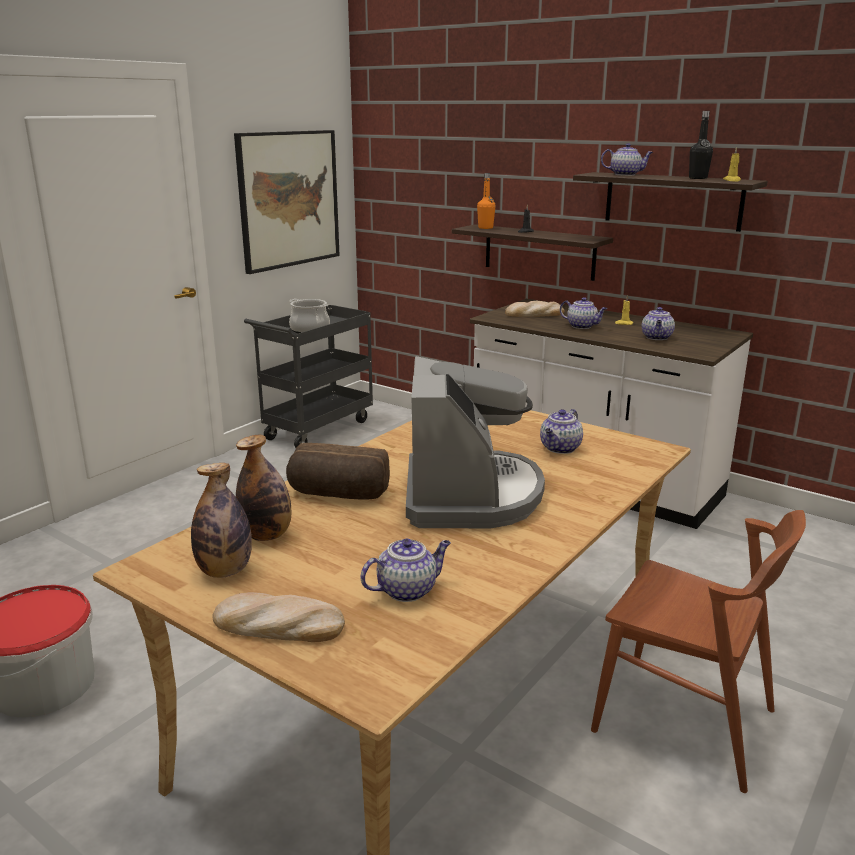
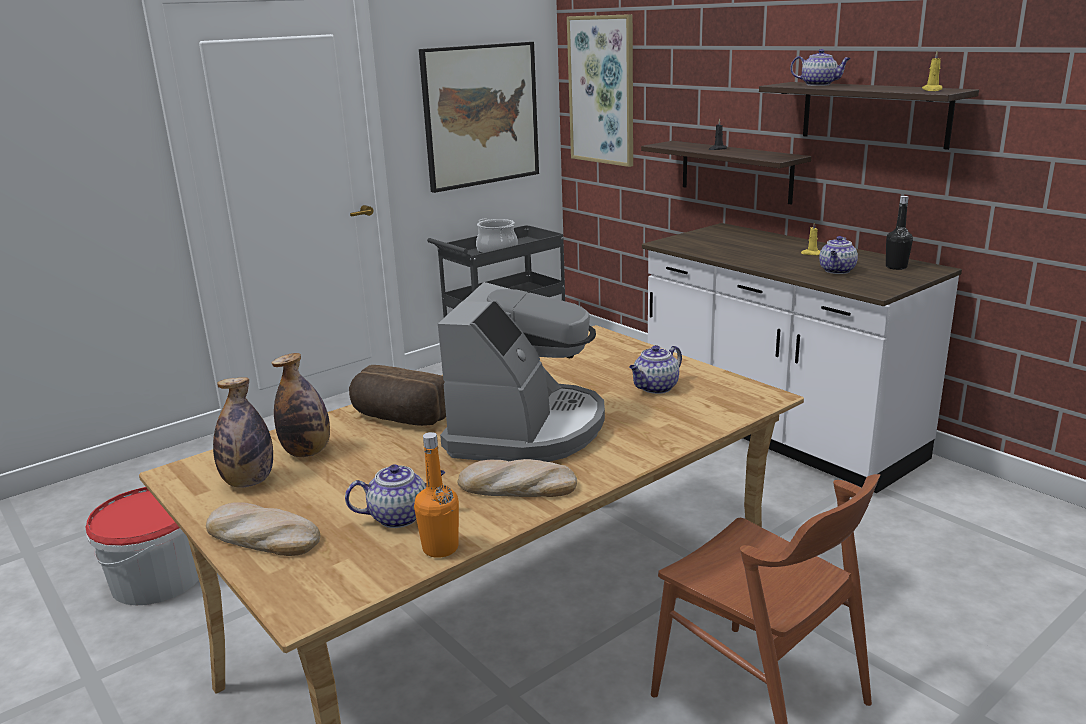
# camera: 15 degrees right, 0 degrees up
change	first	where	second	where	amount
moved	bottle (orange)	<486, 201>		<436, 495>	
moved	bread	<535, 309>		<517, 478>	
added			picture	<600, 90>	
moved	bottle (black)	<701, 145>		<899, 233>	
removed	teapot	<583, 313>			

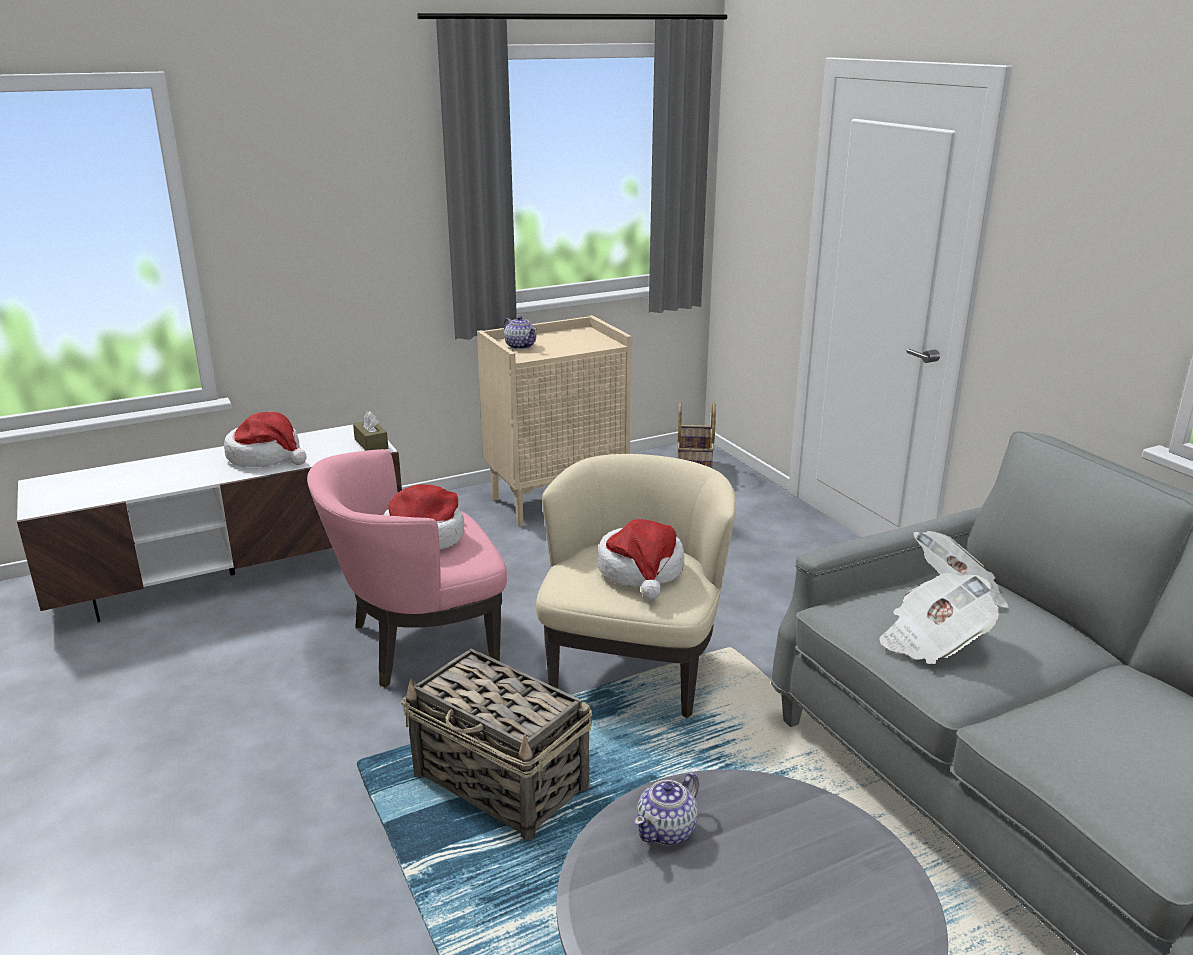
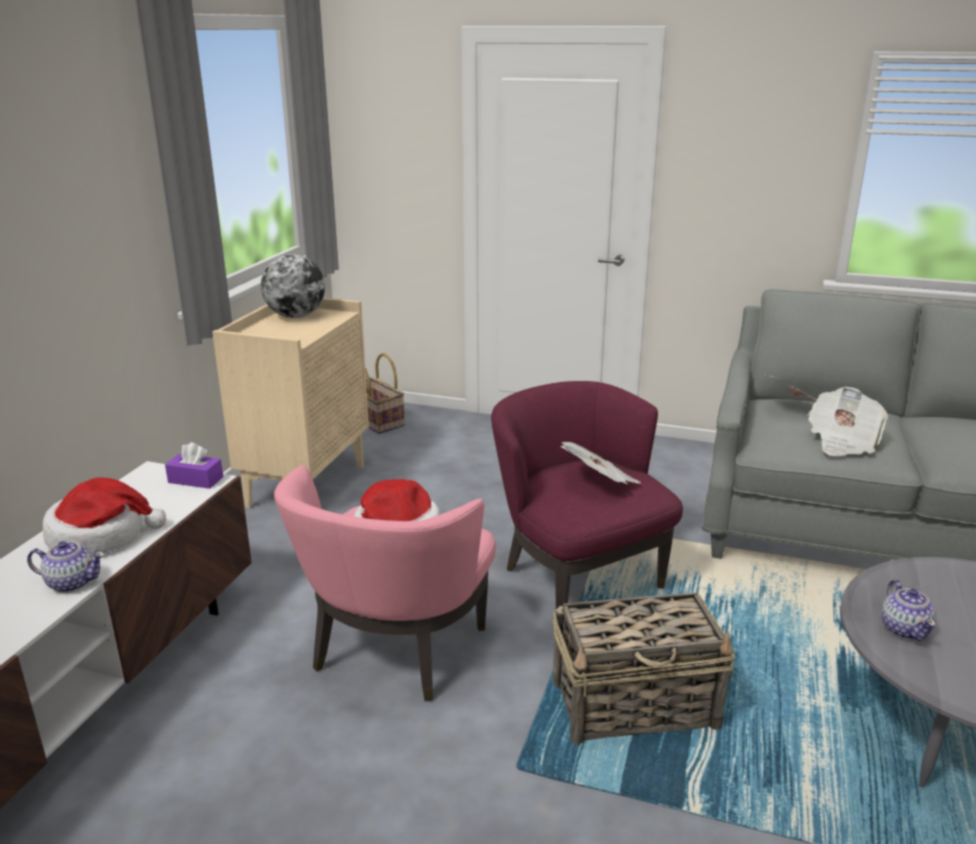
# camera: 45 degrees left, 0 degrees up
change	first	where	second	where	amount
moved	teapot	<520, 333>		<66, 566>	
recoloured	tissue box (brown)	<370, 431>	tissue box (purple)	<194, 465>	
added			globe	<293, 286>	
recoloured	armchair (beige)	<636, 586>	armchair (purple)	<587, 495>	
replaced	hat	<641, 559>	newspaper	<600, 463>	

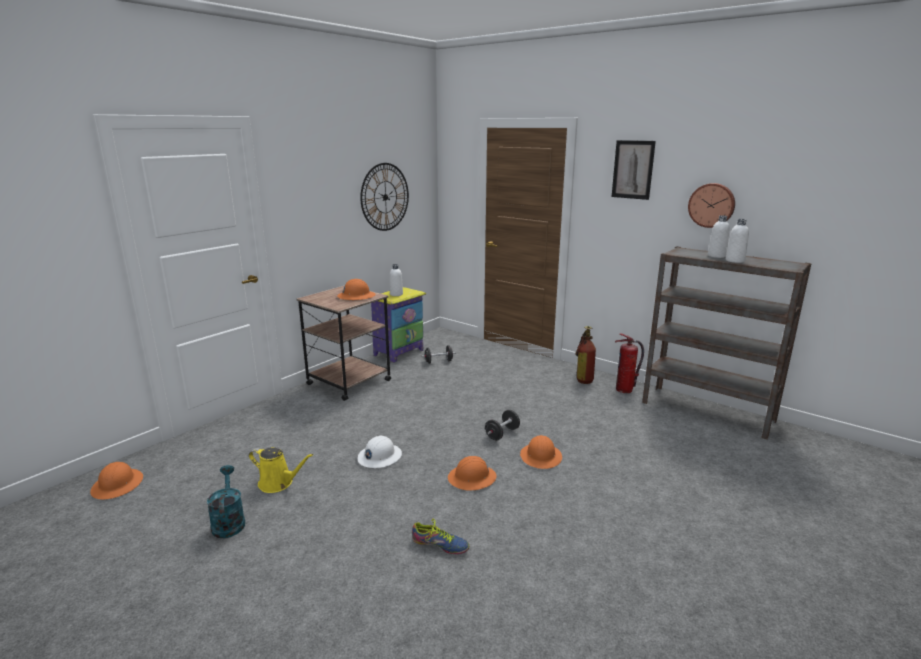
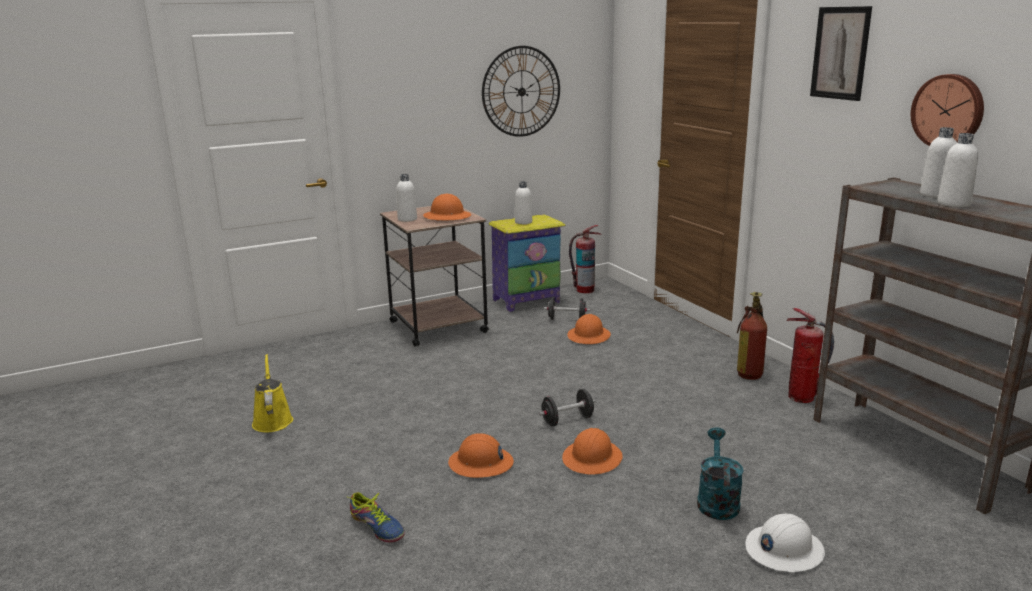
# camera: 25 degrees right, 0 degrees up
change	first	where	second	where	amount
turned	watering can (yellow)	<281, 470>		<272, 393>	150 degrees counterclockwise
added			bottle (white)	<406, 198>	
moved	hard hat (orange)	<116, 480>		<589, 329>	
added			fire extinguisher	<585, 259>	
moved	watering can (turquoise)	<226, 501>		<720, 474>	
moved	hard hat (white)	<380, 452>		<785, 543>	

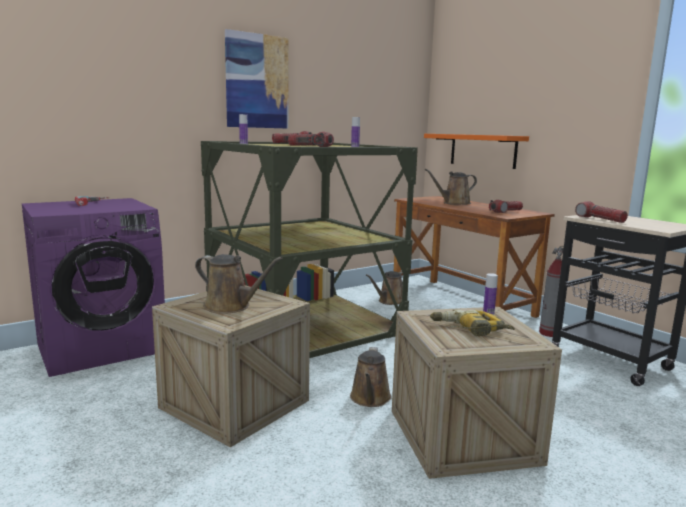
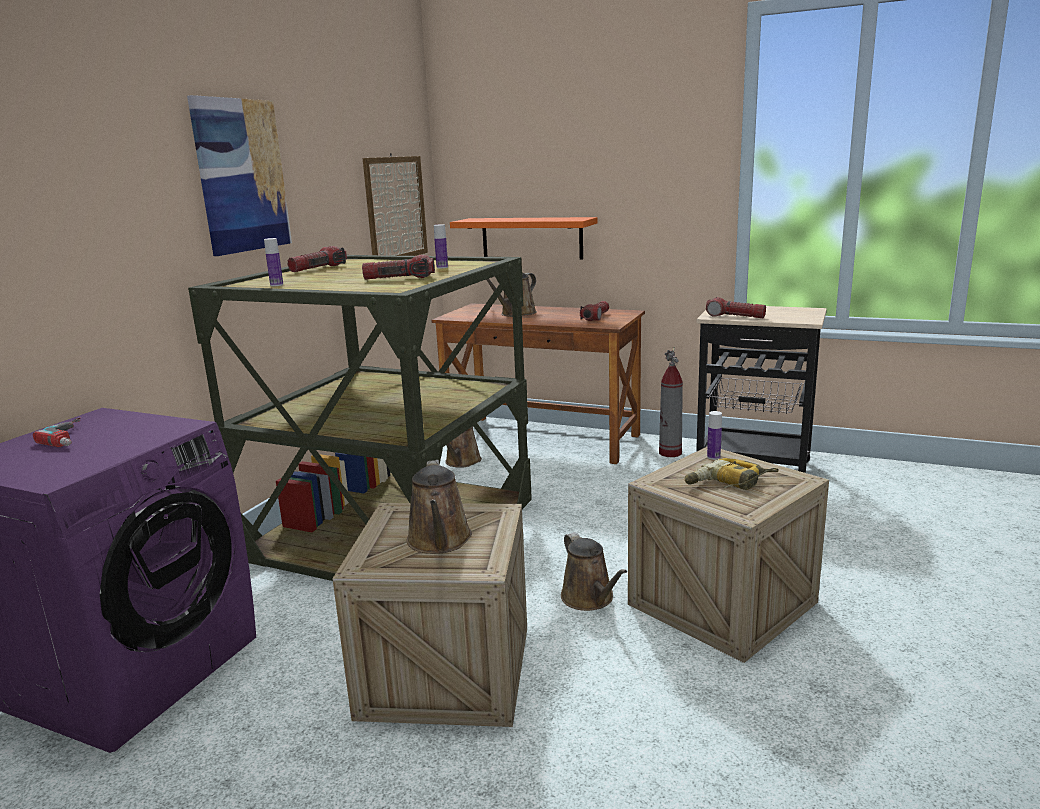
# camera: 30 degrees left, 5 degrees up
change	first	where	second	where	amount
added			picture	<395, 204>	
turned	watering can (brown)	<239, 284>		<439, 507>	90 degrees clockwise

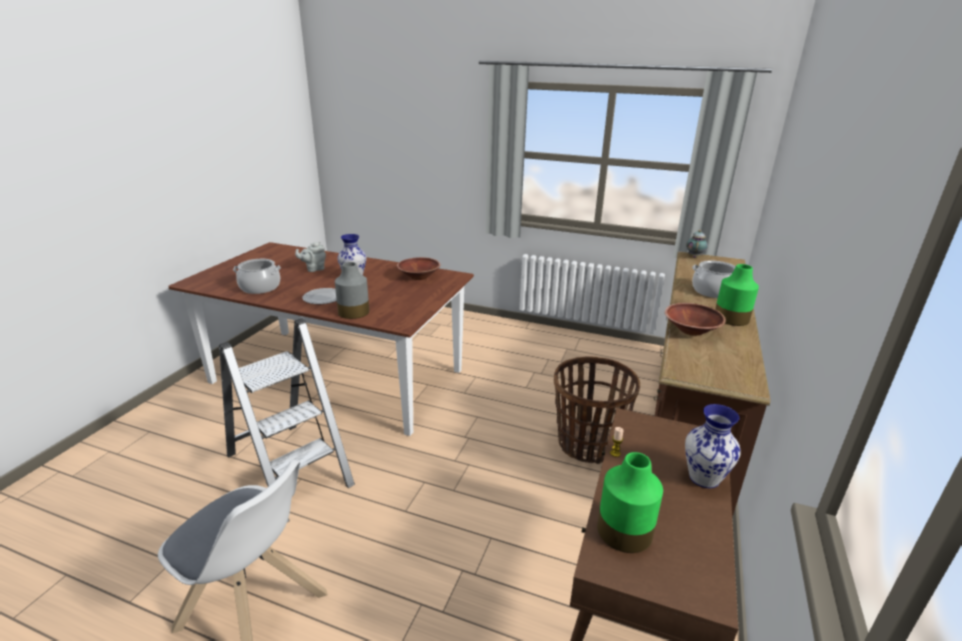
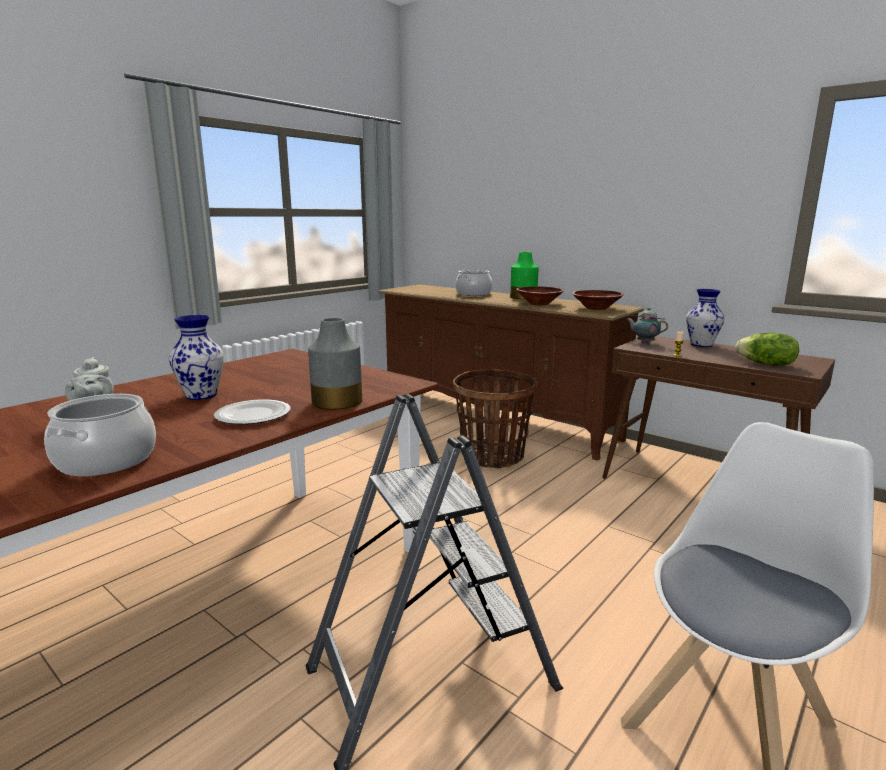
# camera: 70 degrees left, 10 degrees down
change	first	where	second	where	amount
moved	bowl (brown)	<419, 268>		<598, 300>	
moved	teapot	<696, 244>		<647, 325>	
replaced	vase (green)	<630, 502>	lettuce	<767, 349>	

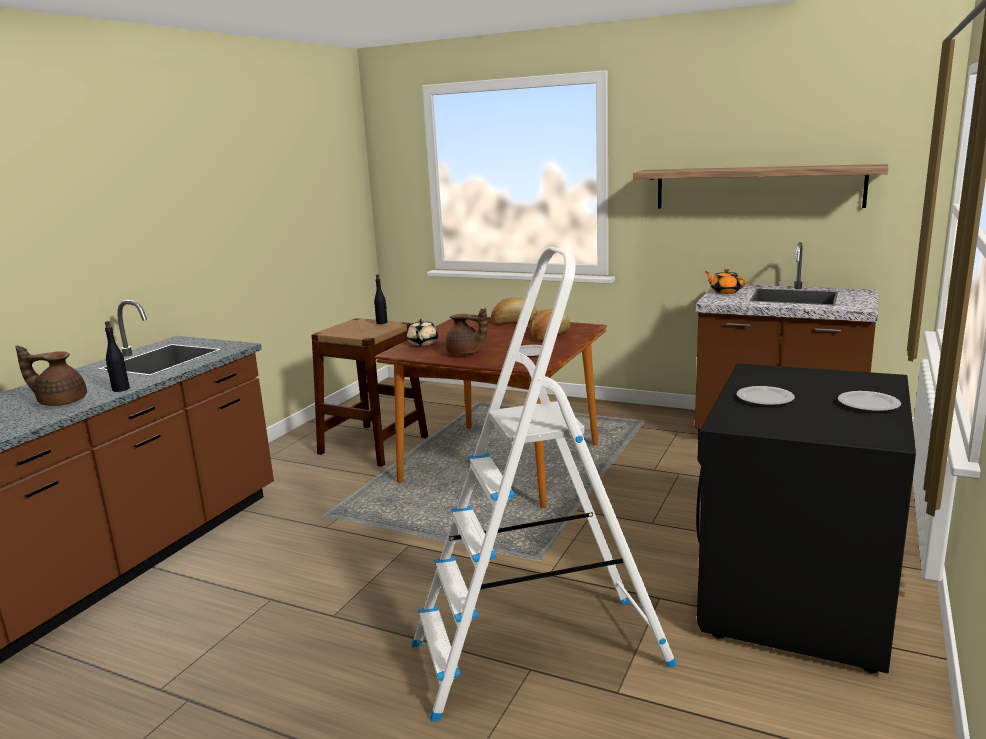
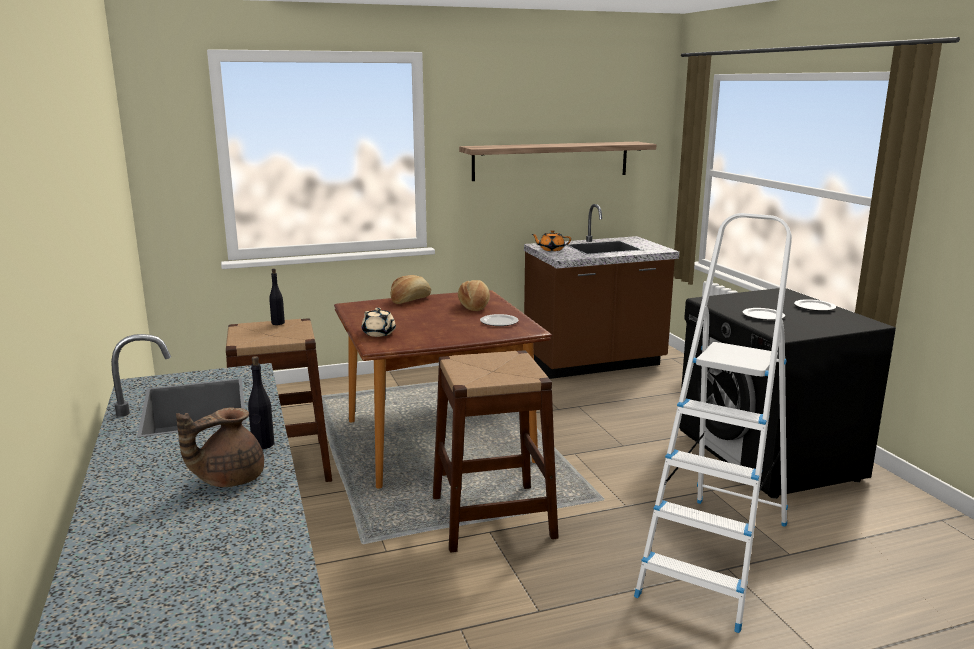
# camera: 45 degrees left, 0 degrees up
change	first	where	second	where	amount
added			stool (brown)	<496, 451>	
removed	teapot (brown)	<466, 331>			

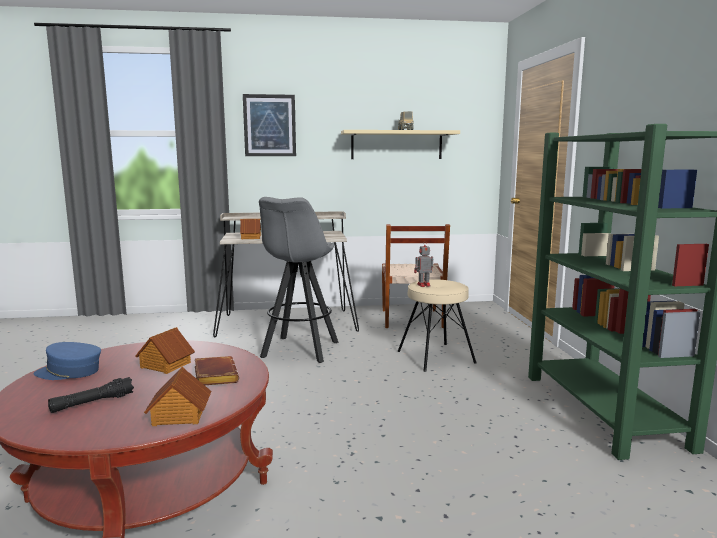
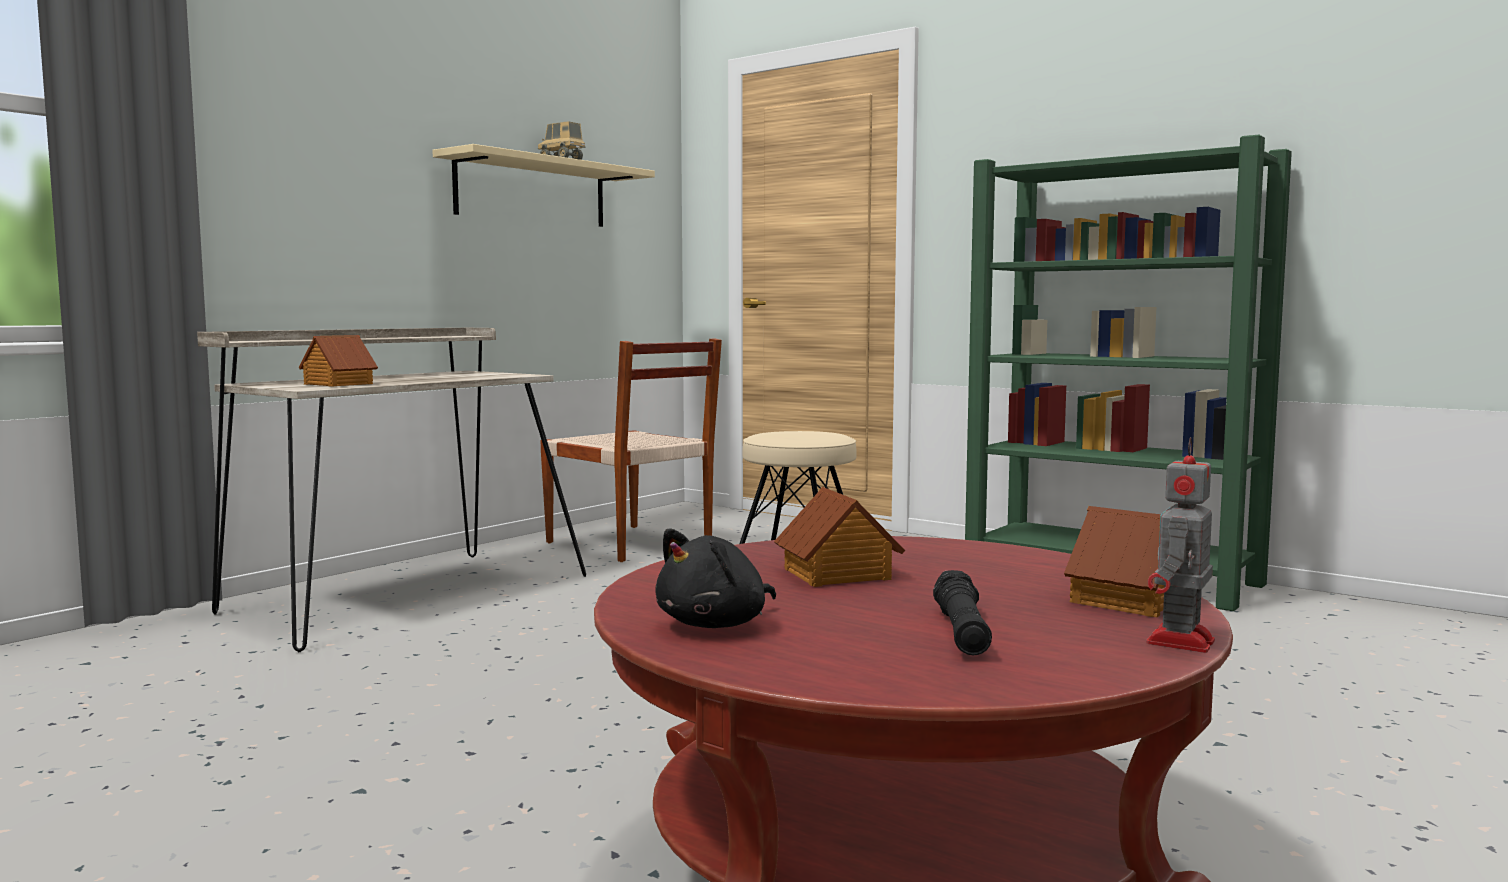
# camera: 45 degrees left, 5 degrees down
change	first	where	second	where	amount
replaced	cap (blue)	<67, 361>	plush toy (black)	<715, 578>	
moved	toy robot	<423, 264>		<1180, 545>	
removed	book (brown)	<217, 370>			
removed	picture	<269, 125>			
removed	stool (grey)	<299, 280>			

